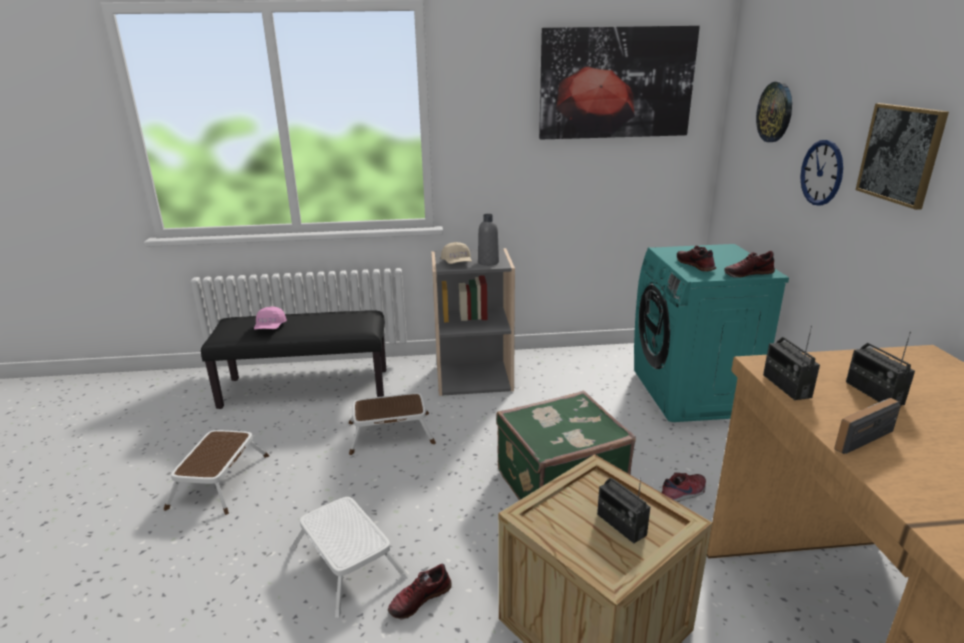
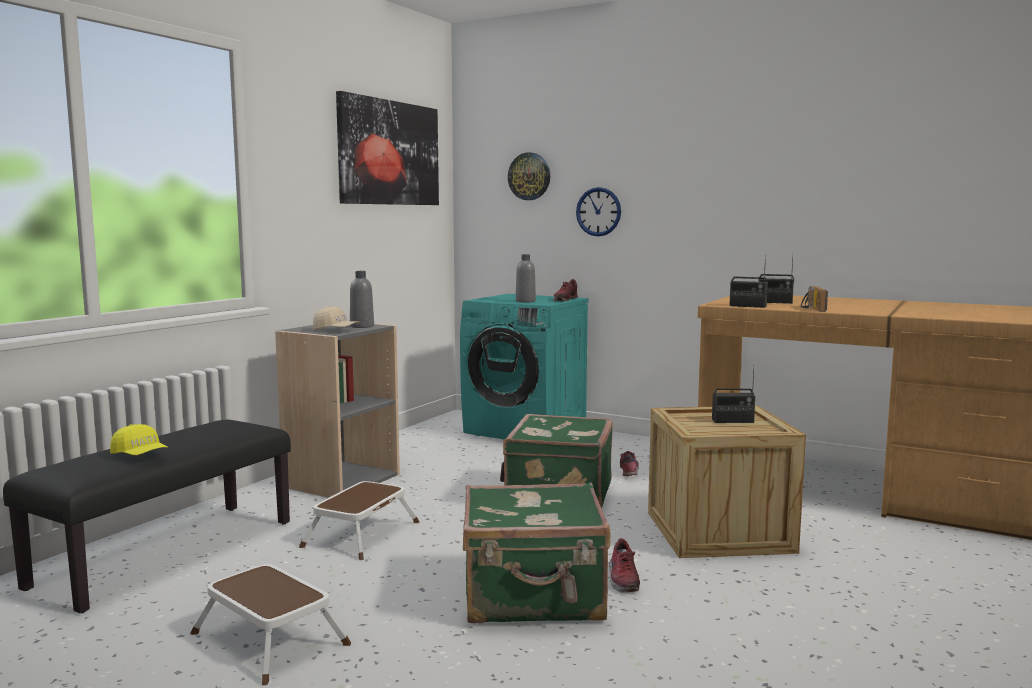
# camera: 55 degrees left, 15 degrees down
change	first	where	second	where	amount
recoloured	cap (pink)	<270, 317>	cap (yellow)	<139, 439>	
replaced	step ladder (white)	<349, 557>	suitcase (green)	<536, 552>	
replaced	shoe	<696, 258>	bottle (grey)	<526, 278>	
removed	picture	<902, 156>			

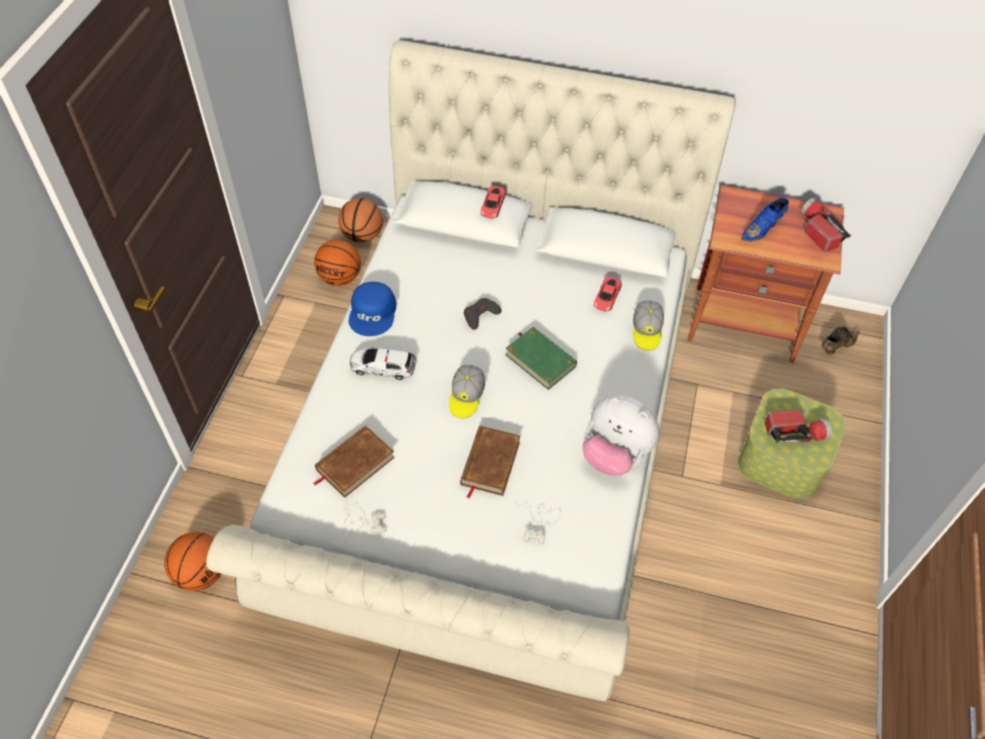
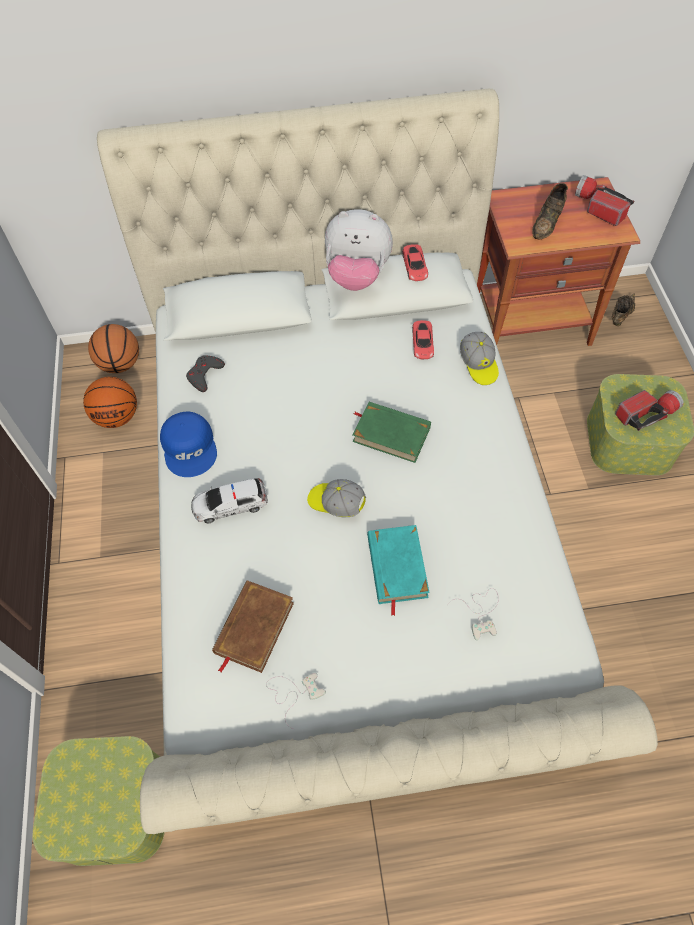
# camera: 20 degrees left, 5 degrees up
change	first	where	second	where	amount
replaced	basketball	<192, 561>	storage box	<99, 801>	
moved	game controller (grey)	<482, 314>		<205, 373>	
turned	cap	<467, 391>		<336, 498>	120 degrees clockwise
moved	plush toy	<621, 435>		<359, 250>	
recoloured	book (brown)	<490, 462>	book (turquoise)	<398, 570>	
moved	toy car (red)	<493, 202>		<415, 262>	
recoloured	shoe (blue)	<765, 220>	shoe (brown)	<550, 211>	

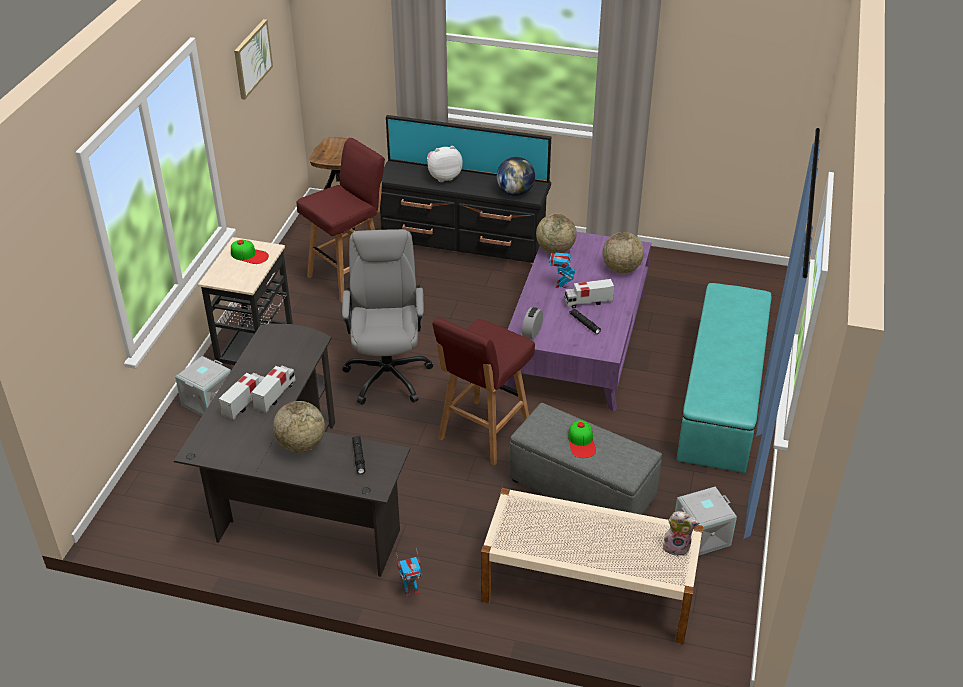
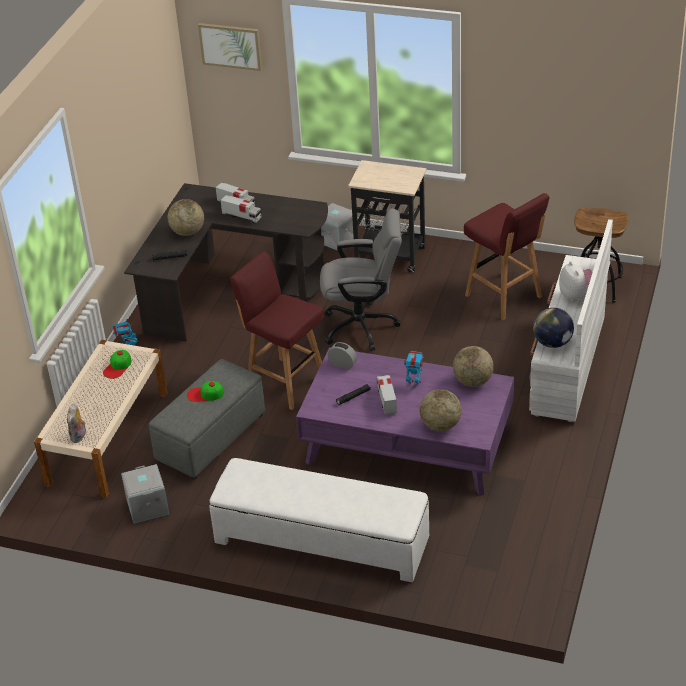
# camera: 95 degrees right, 0 degrees up
change	first	where	second	where	amount
moved	cap	<250, 252>		<117, 364>	
moved	picture	<253, 59>		<230, 47>	
recoloured	bench (turquoise)	<723, 378>	bench (white)	<319, 520>	
recoloured	dresser (black)	<465, 189>	dresser (white)	<571, 320>	

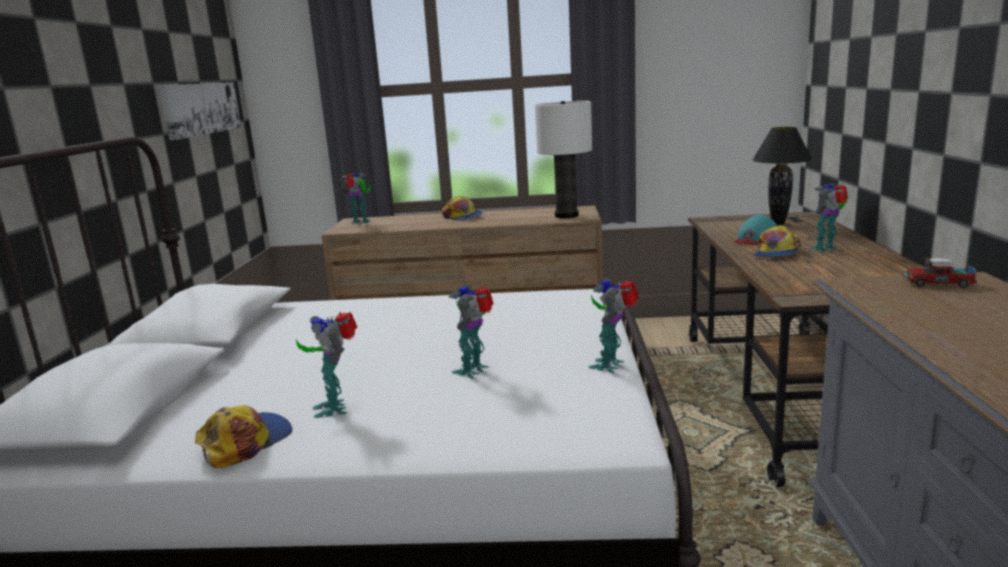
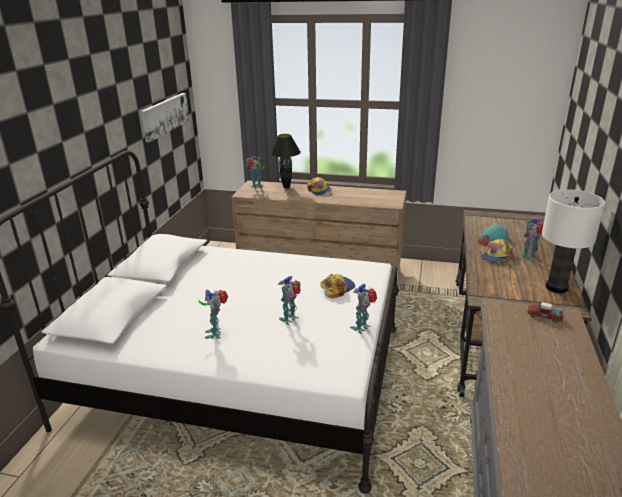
# camera: 10 degrees right, 10 degrees up
change	first	where	second	where	amount
moved	table lamp (black)	<782, 176>		<285, 161>	
moved	cap	<243, 436>		<338, 286>	
moved	table lamp (white)	<563, 159>		<573, 241>	

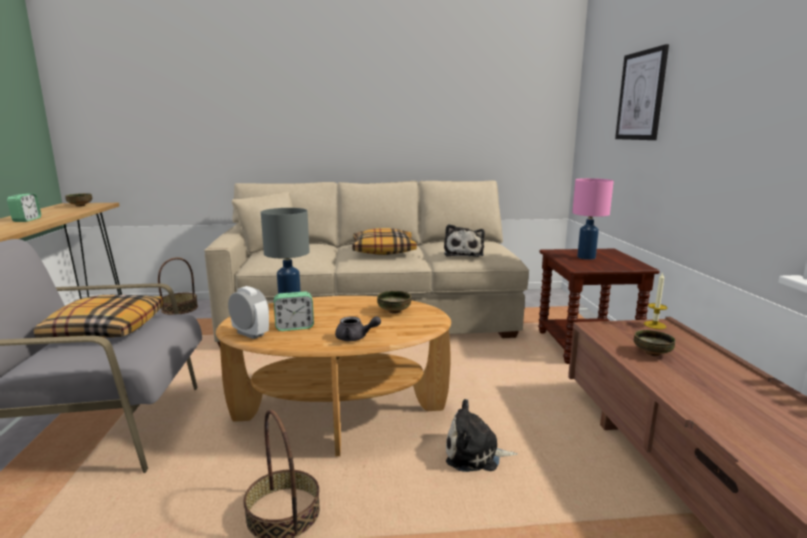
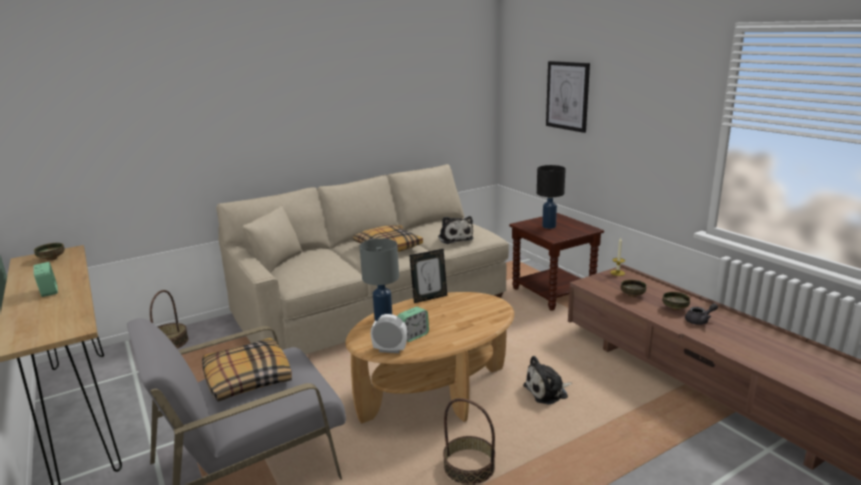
# camera: 25 degrees left, 5 degrees up
change	first	where	second	where	amount
added			picture frame	<428, 276>	
recoloured	table lamp (pink)	<593, 219>	table lamp (black)	<551, 197>	
moved	bowl	<394, 302>		<676, 301>	
moved	teapot (grey)	<358, 328>		<701, 314>	

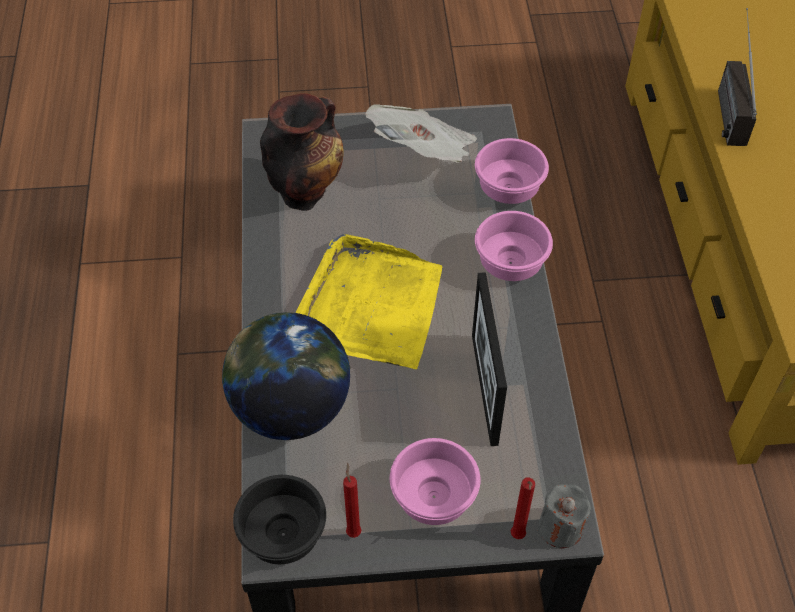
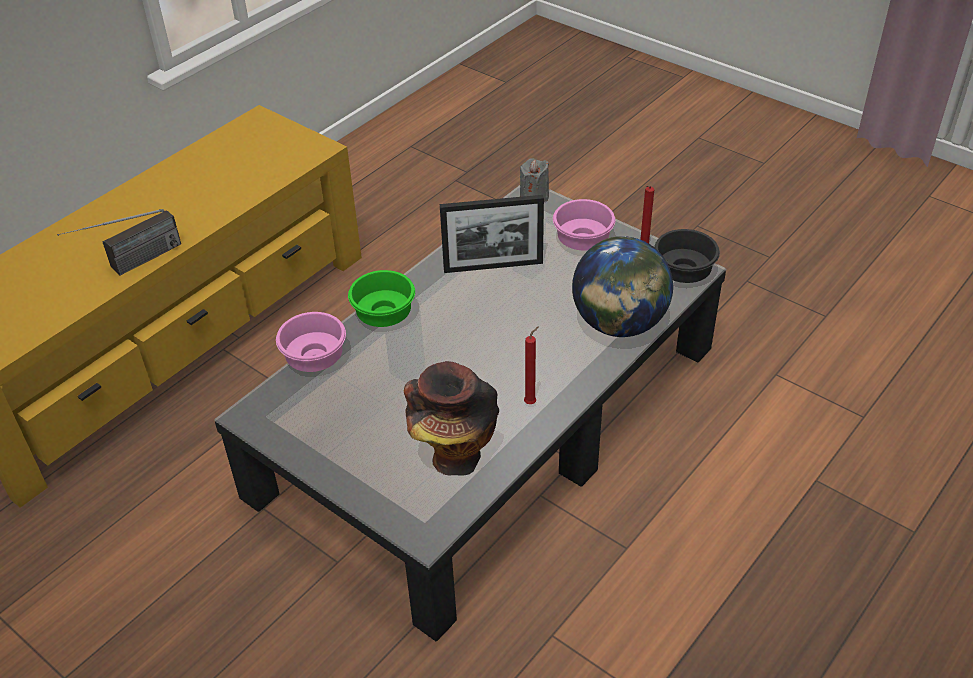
# camera: 135 degrees left, 10 degrees down
change	first	where	second	where	amount
recoloured	bowl (pink)	<514, 246>	bowl (green)	<381, 298>	
turned	picture frame	<489, 359>		<492, 234>	45 degrees clockwise
moved	candle (red)	<523, 508>		<531, 365>	
removed	tray (yellow)	<369, 301>			
removed	newspaper	<421, 133>			

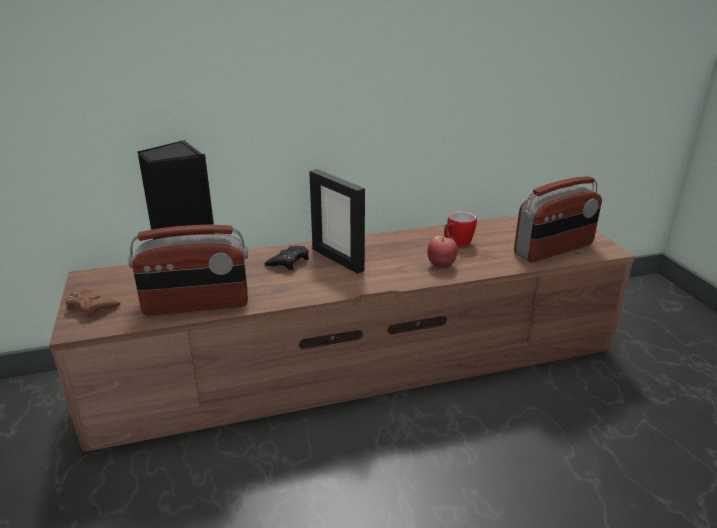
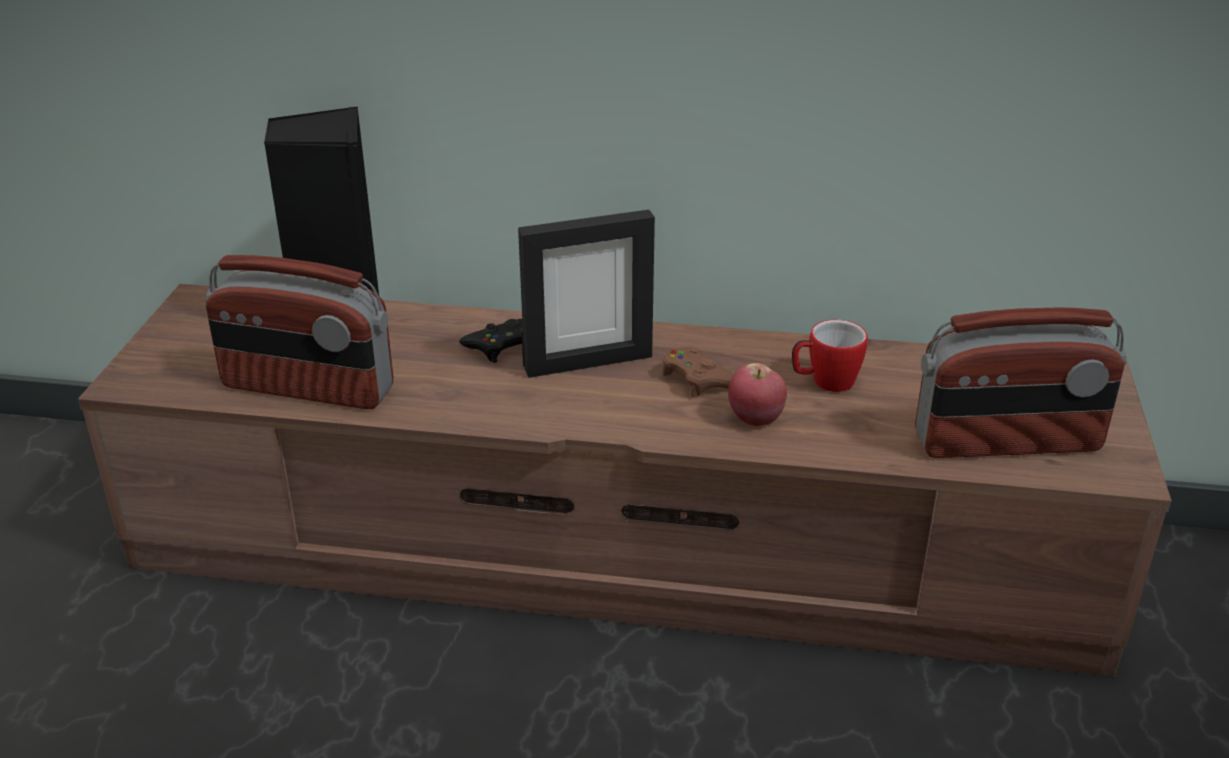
# camera: 25 degrees right, 5 degrees up
change	first	where	second	where	amount
turned	picture frame	<337, 221>		<586, 294>	90 degrees counterclockwise
moved	game controller (brown)	<93, 303>		<698, 372>	

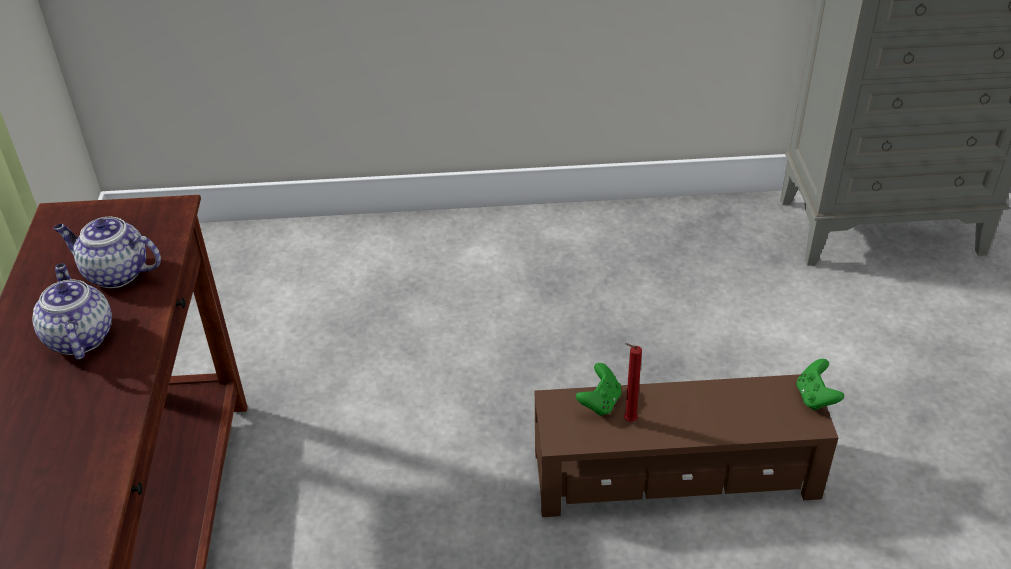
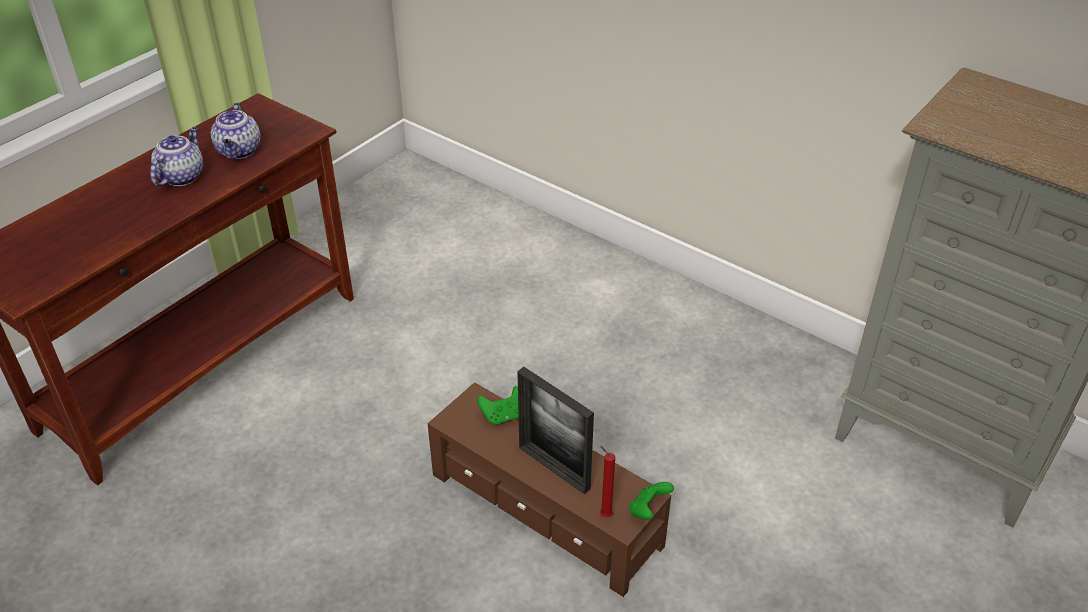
# camera: 40 degrees right, 0 degrees up
change	first	where	second	where	amount
turned	teapot	<107, 252>		<236, 131>	150 degrees counterclockwise
added			picture frame	<555, 430>	
moved	candle (red)	<633, 382>		<607, 482>	

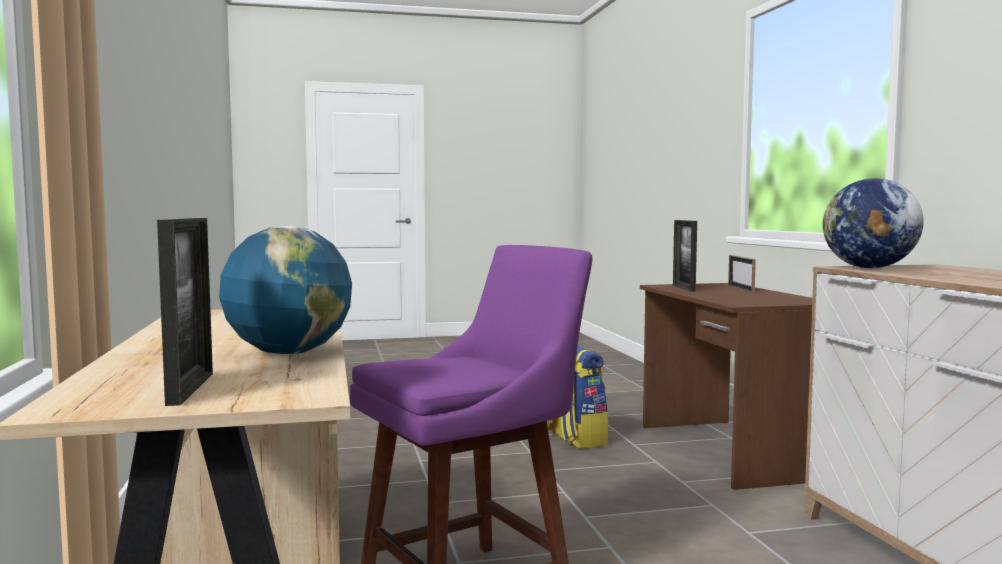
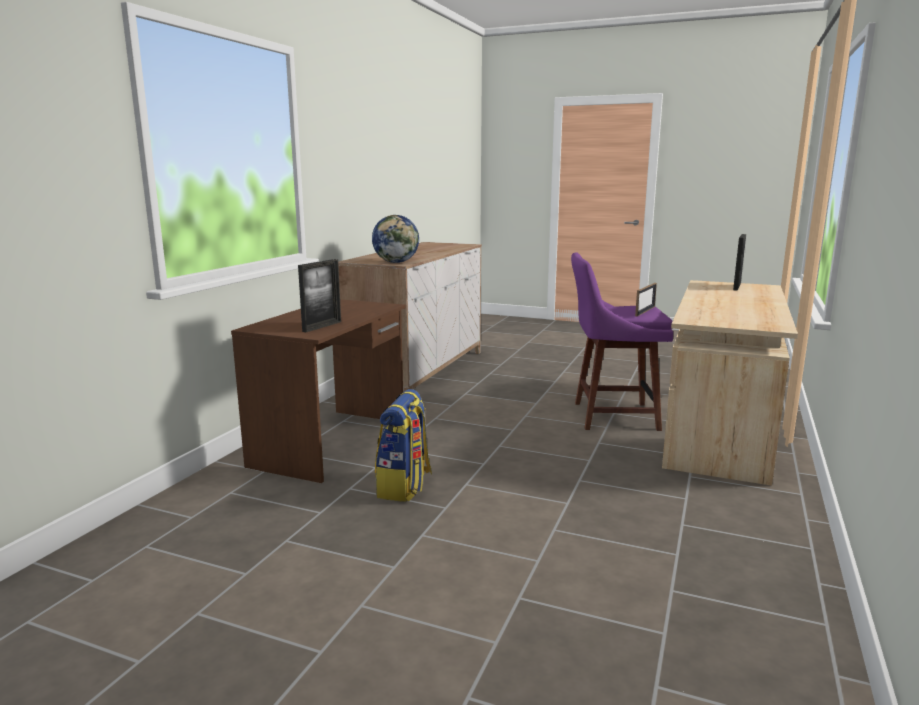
# camera: 145 degrees left, 10 degrees up
change	first	where	second	where	amount
moved	picture frame	<742, 273>		<646, 299>	
removed	globe	<285, 290>			

